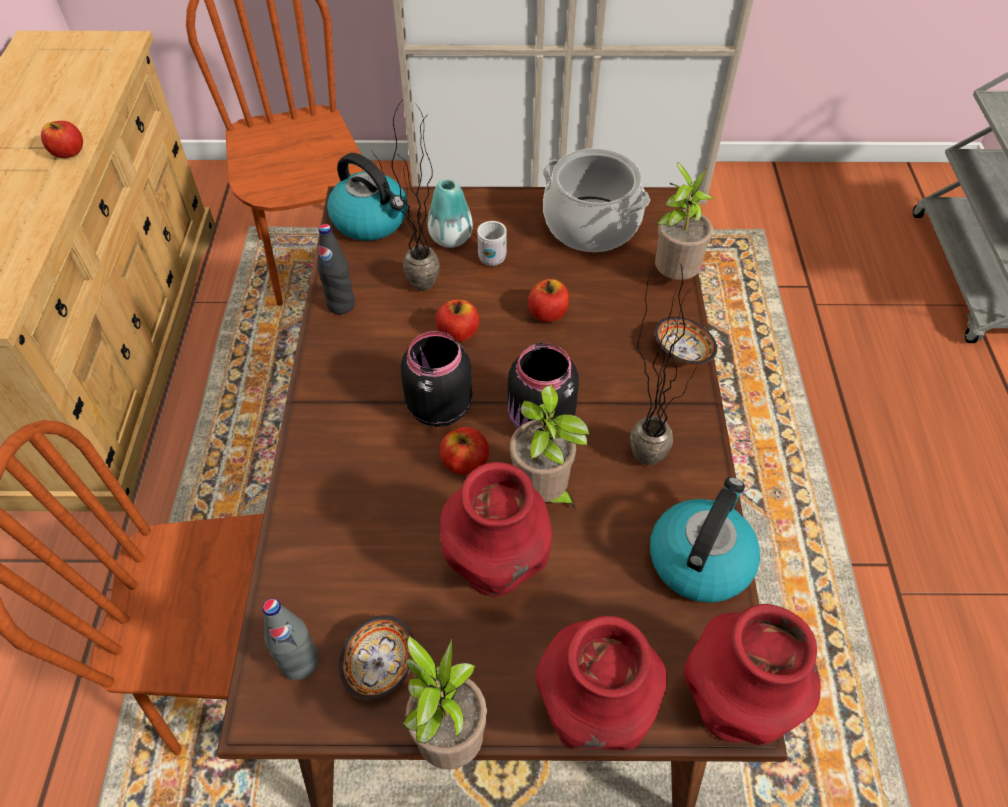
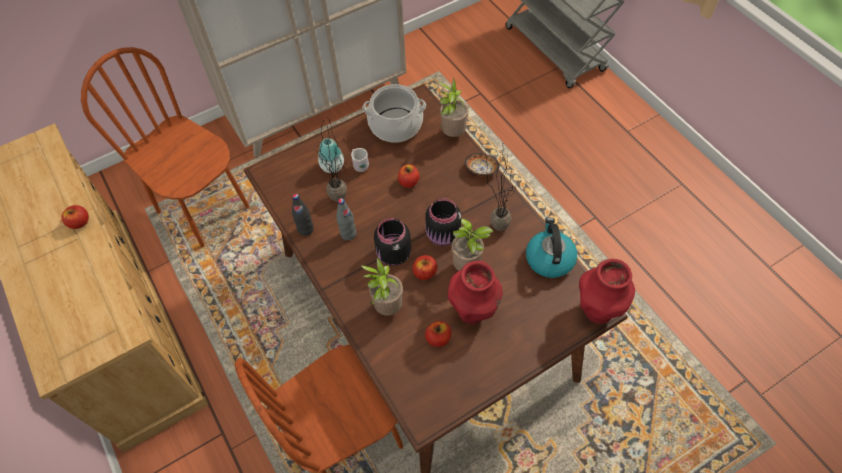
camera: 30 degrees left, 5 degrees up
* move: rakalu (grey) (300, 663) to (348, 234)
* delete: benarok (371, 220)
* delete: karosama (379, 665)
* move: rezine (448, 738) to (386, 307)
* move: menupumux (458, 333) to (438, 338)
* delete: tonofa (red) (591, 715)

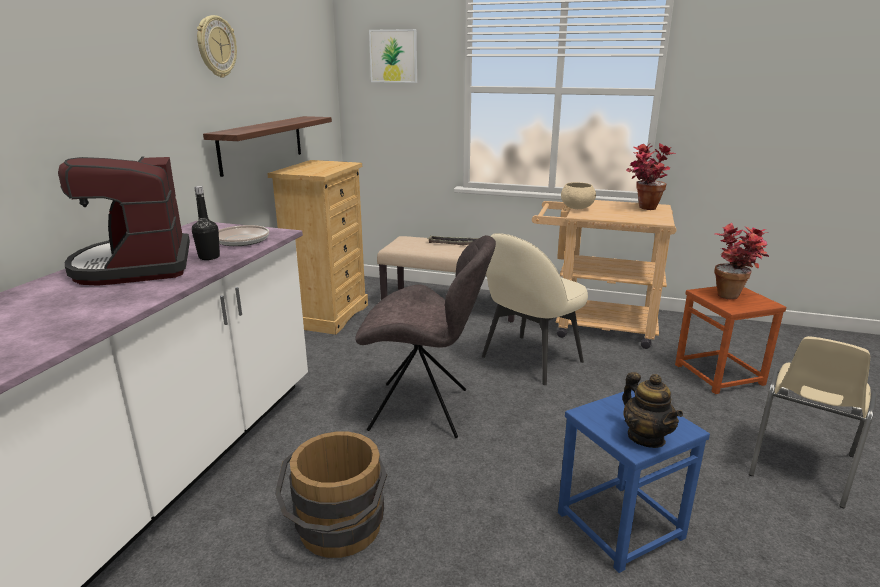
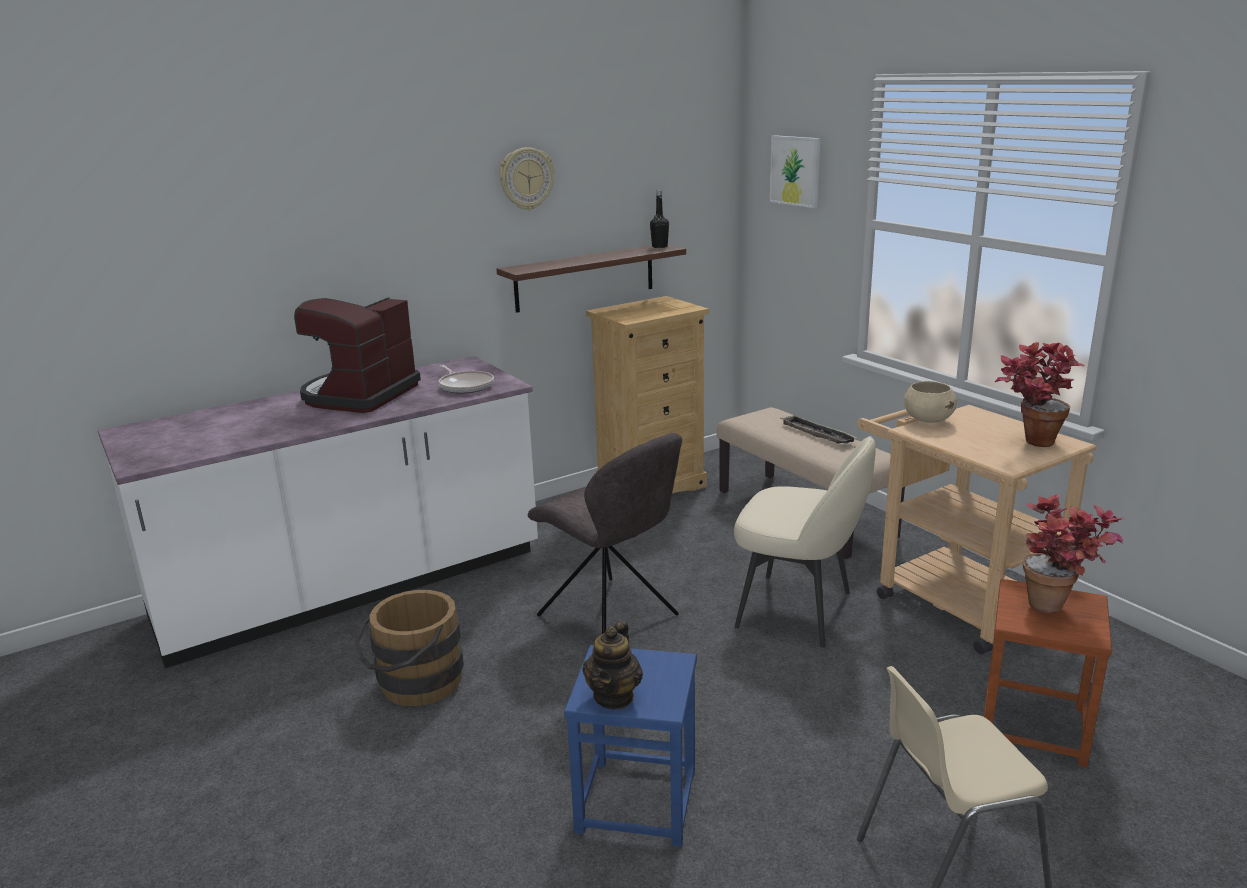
camera: 40 degrees right, 0 degrees up
* move: rakalu (black) (209, 257) to (659, 246)
* rotate: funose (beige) (530, 360) = (798, 610) 150 degrees counterclockwise

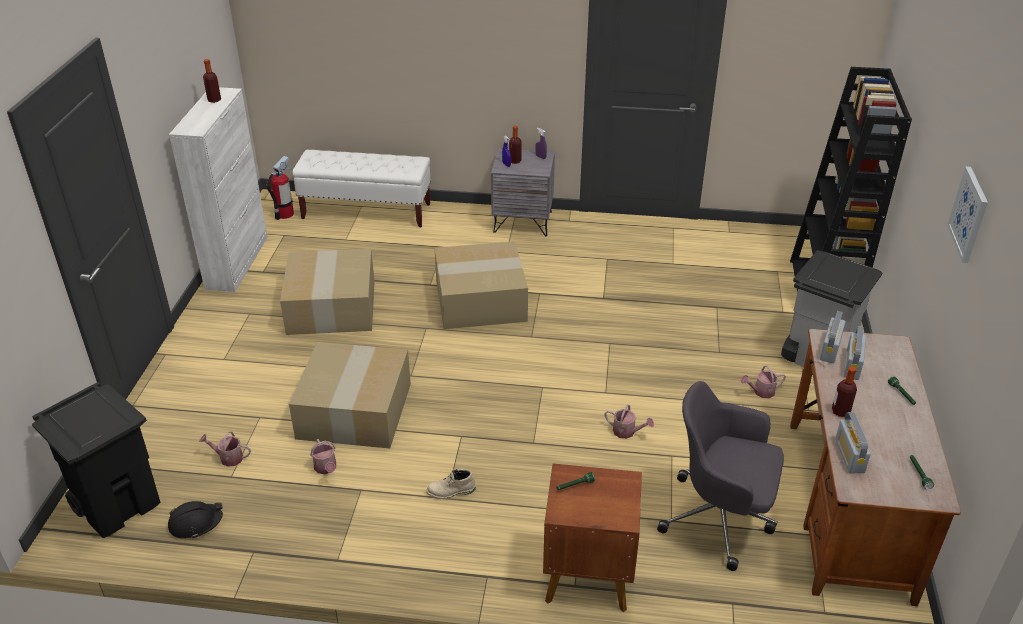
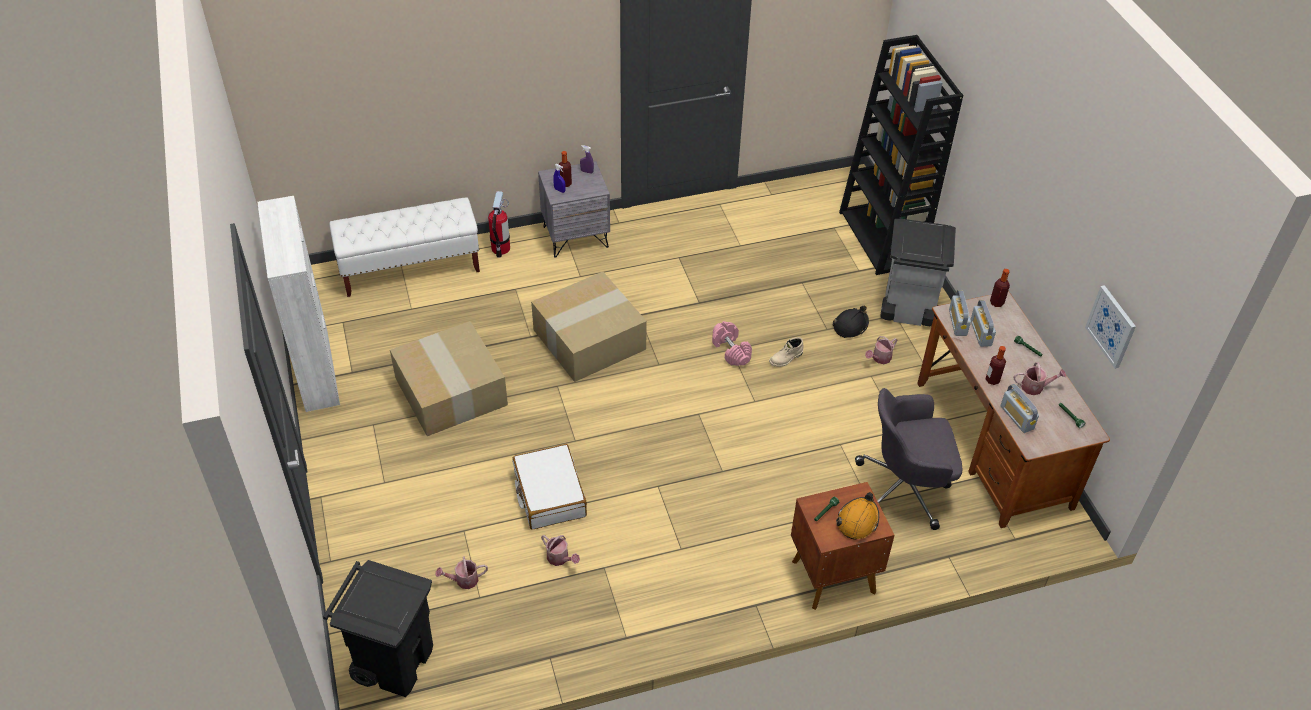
camera: 25 degrees left, 10 degrees up
* move: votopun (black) (196, 523) to (850, 326)
* move: rakalu (214, 100) to (996, 303)
* move: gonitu (285, 214) to (501, 248)
* replace: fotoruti (355, 412) to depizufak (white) (549, 494)
* move: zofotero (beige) (451, 492) to (786, 358)
* move: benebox (627, 432) to (1035, 387)
* move: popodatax (969, 214) to (1111, 326)
* insert: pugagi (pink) (730, 350)
* insert: votopun (orange) (857, 521)

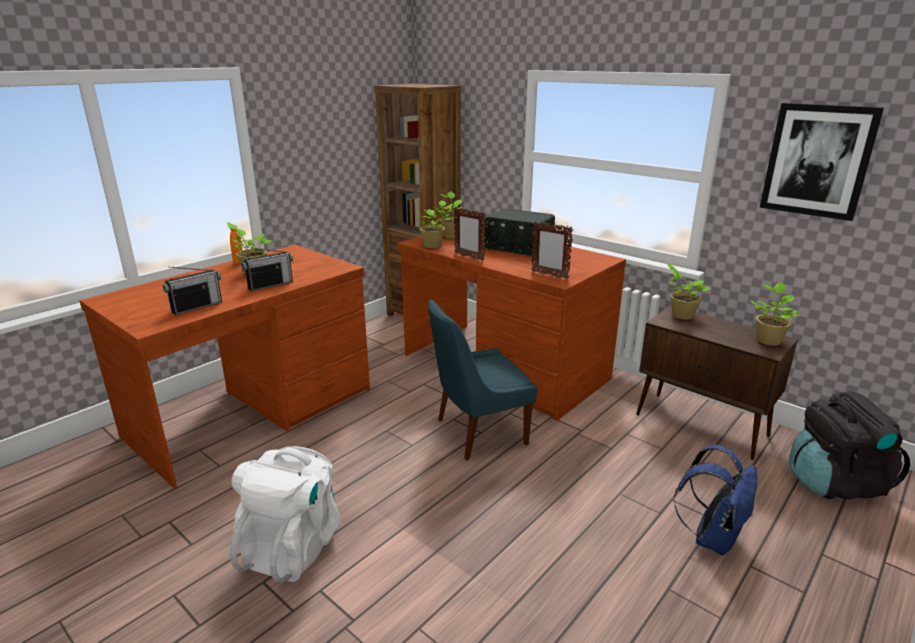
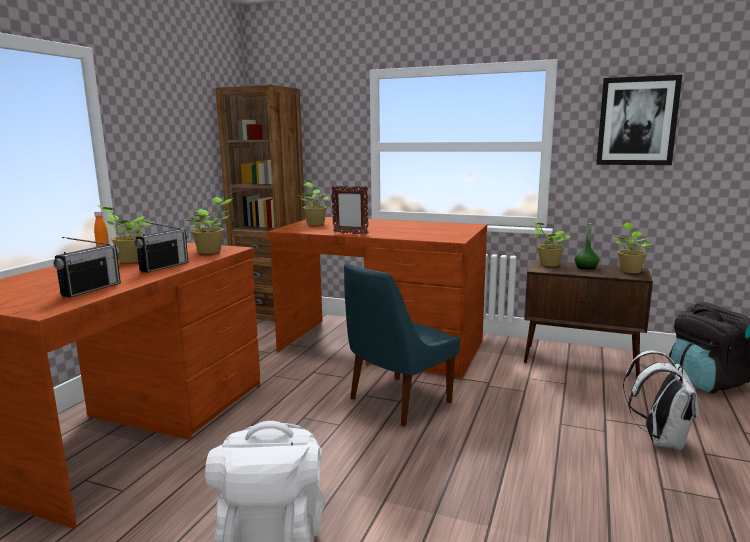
camera: 20 degrees left, 10 degrees down
* move: rezine (434, 245) to (211, 251)
* delete: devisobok (518, 248)
* delete: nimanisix (549, 275)
* recolor: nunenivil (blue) (712, 537) to nunenivil (white) (659, 439)
* insert: rakalu (green) (586, 267)

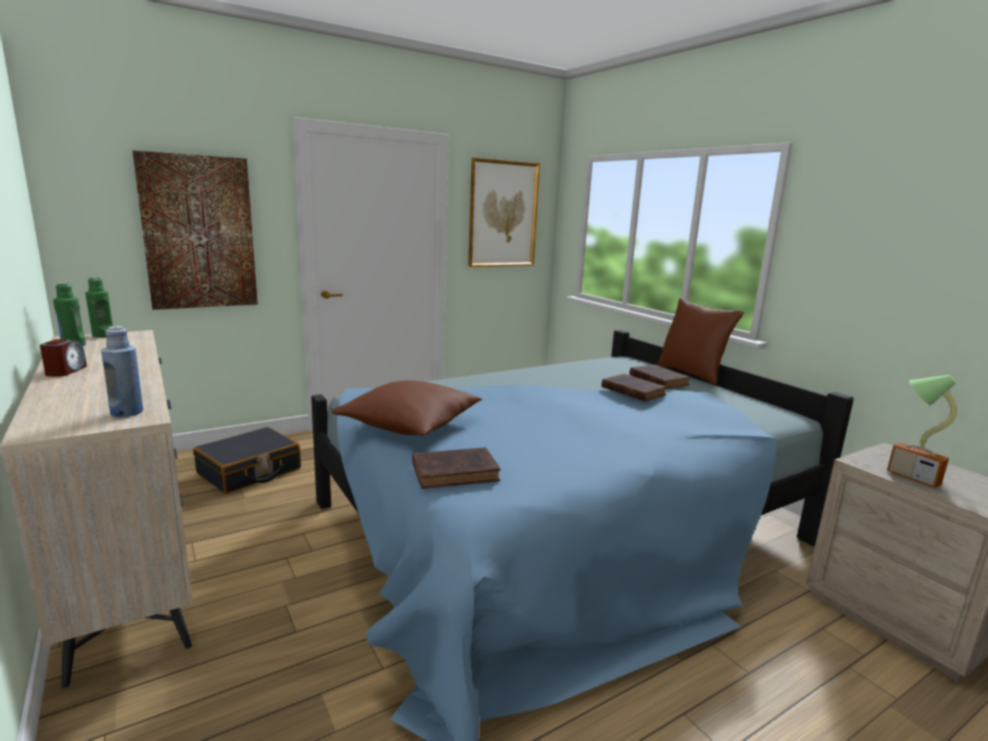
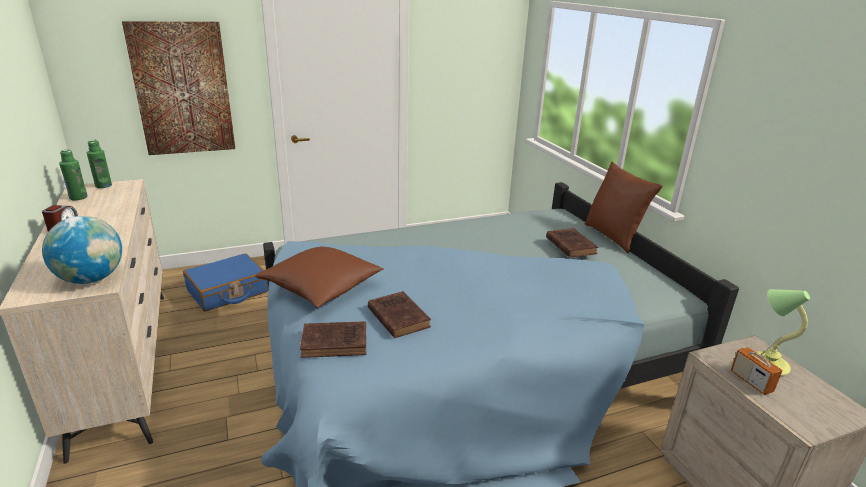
camera: 10 degrees right, 10 degrees up
* replace: rakalu (blue) (127, 412) to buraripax (91, 279)
* recolor: depizufak (black) (249, 471) to depizufak (blue) (228, 291)
* delete: popodatax (503, 214)
* move: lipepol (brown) (631, 391) to (397, 317)

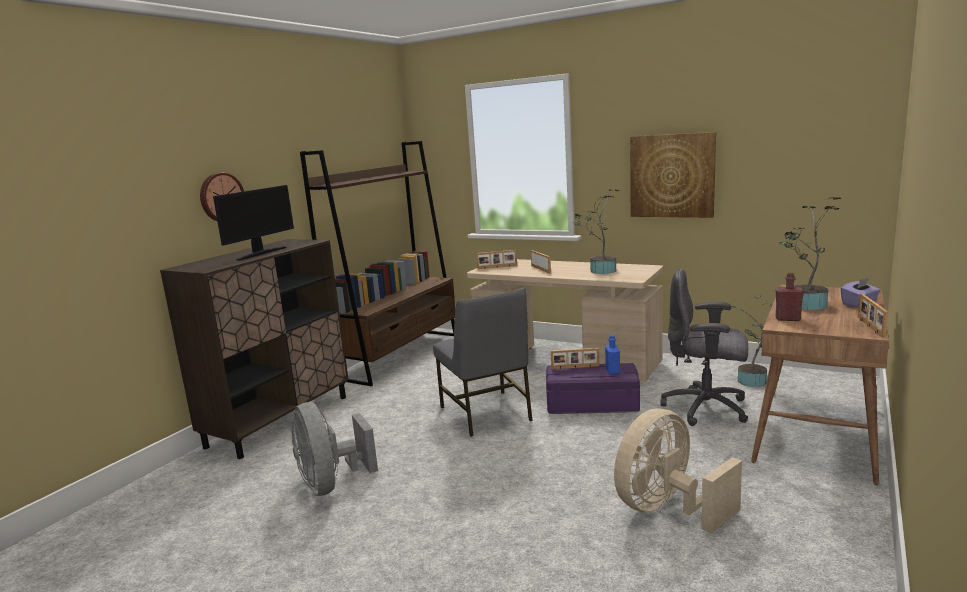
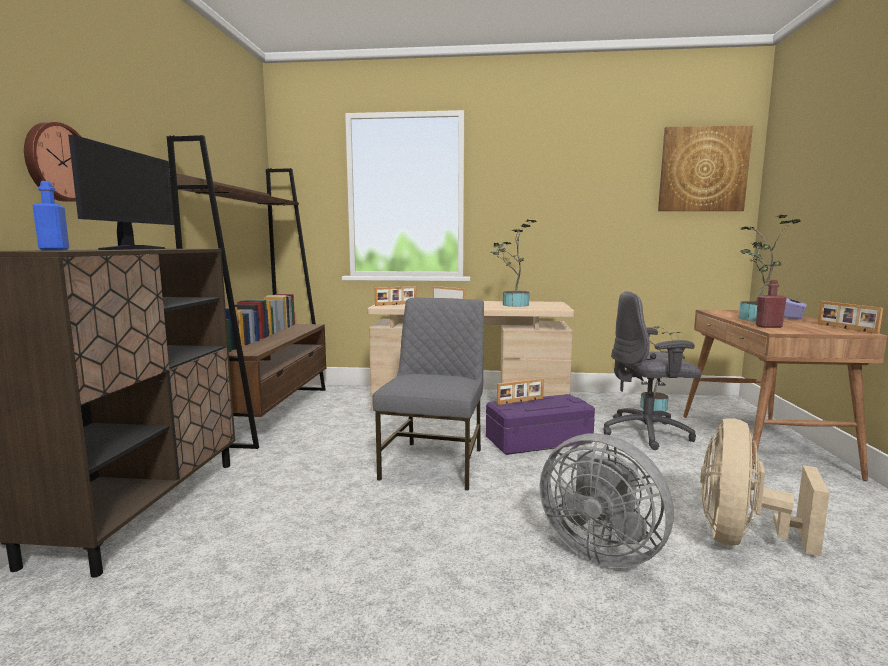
camera: 25 degrees left, 5 degrees down
* move: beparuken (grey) (331, 484) to (601, 550)
* rotate: funose (grey) (487, 414) = (435, 463) 120 degrees counterclockwise
* move: rakalu (blue) (612, 371) to (54, 250)
* move: popodatax (672, 176) to (703, 169)

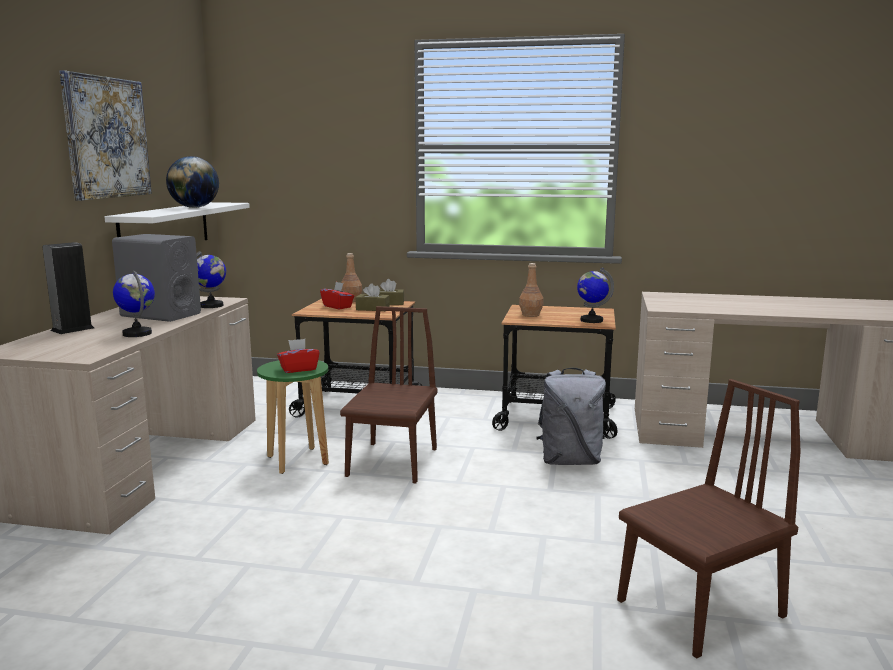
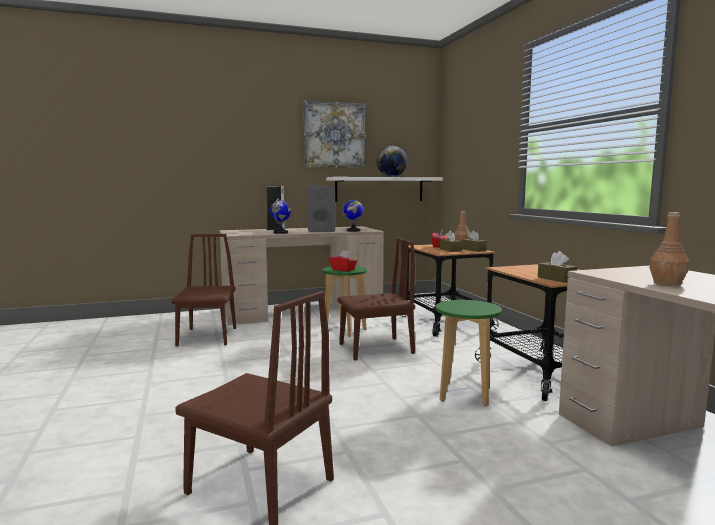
camera: 60 degrees right, 5 degrees down
* move: rakalu (brown) (530, 315) to (666, 283)
* replace: nunenivil (grey) (570, 461) to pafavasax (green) (465, 394)
* replace: buraripax (591, 320) to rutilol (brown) (556, 279)
* insert: funose (brown) (207, 336)

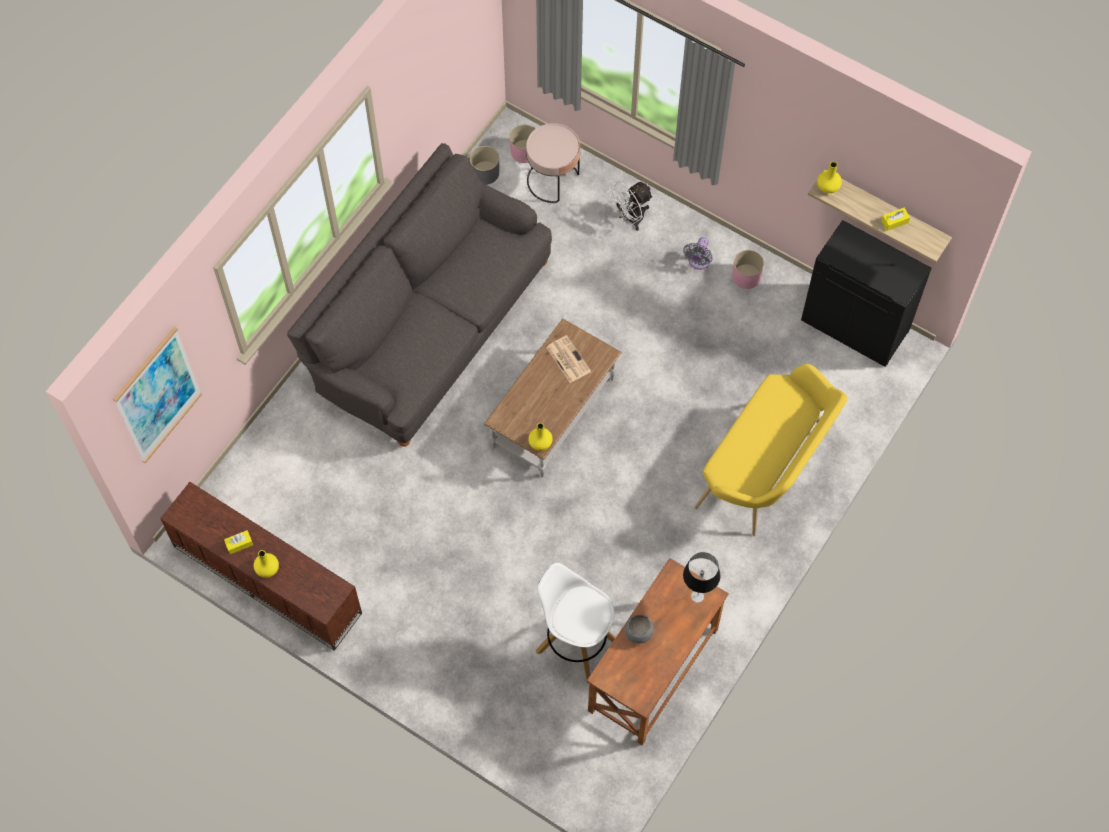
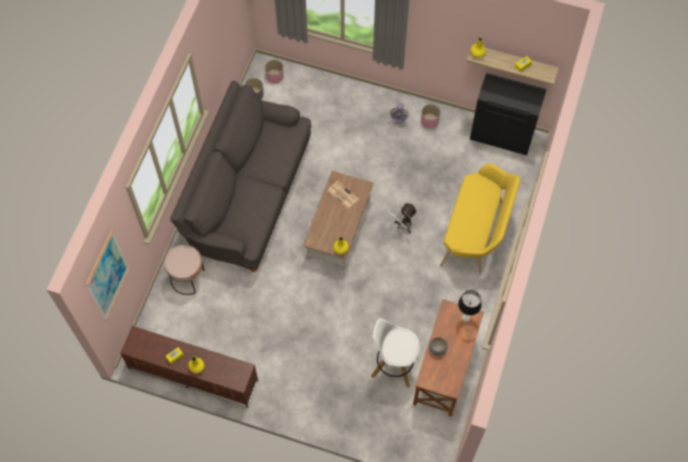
camera: 15 degrees left, 0 degrees up
* move: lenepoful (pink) (553, 180) to (188, 278)
* move: beparuken (white) (630, 218) to (403, 226)

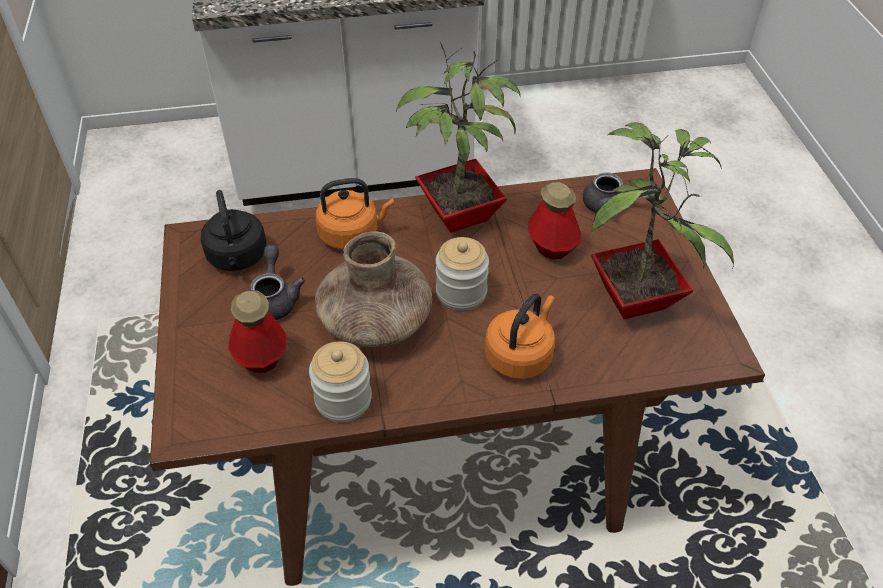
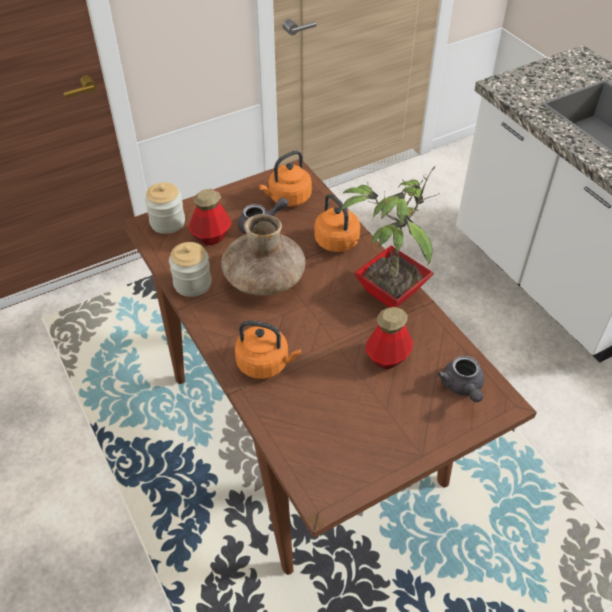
camera: 70 degrees right, 0 degrees up
* recolor: benarok (black) (237, 258) to benarok (orange) (288, 198)
* move: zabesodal (461, 292) to (167, 222)
* delete: rezine (638, 299)

